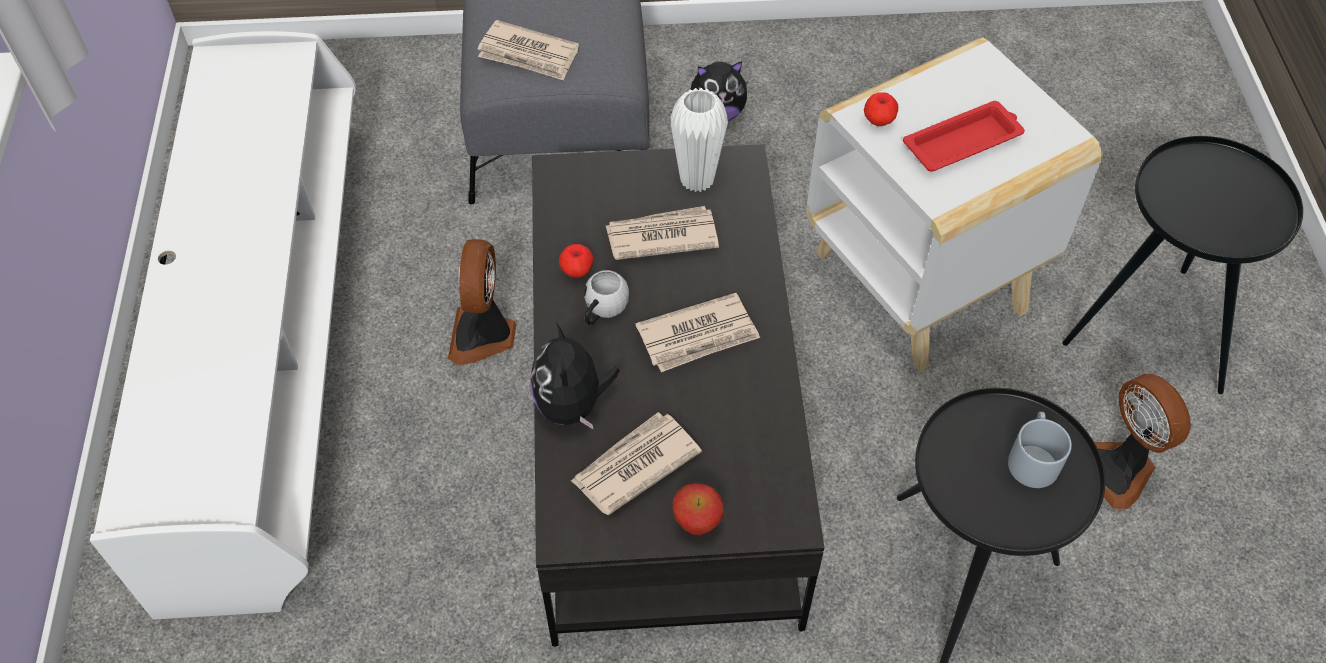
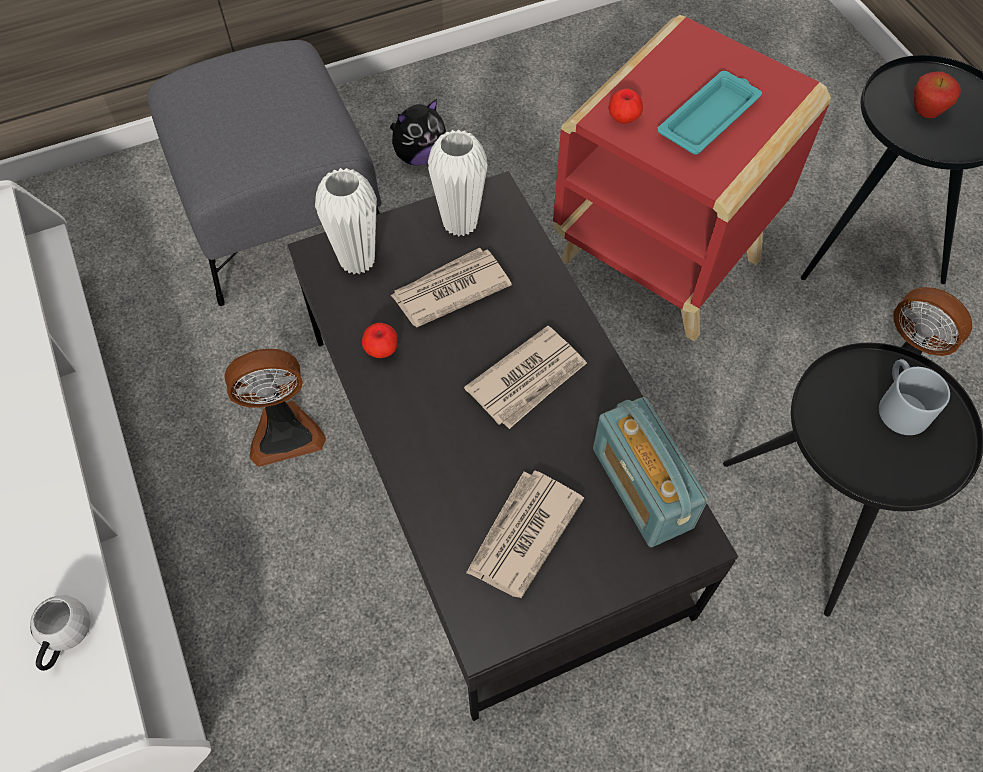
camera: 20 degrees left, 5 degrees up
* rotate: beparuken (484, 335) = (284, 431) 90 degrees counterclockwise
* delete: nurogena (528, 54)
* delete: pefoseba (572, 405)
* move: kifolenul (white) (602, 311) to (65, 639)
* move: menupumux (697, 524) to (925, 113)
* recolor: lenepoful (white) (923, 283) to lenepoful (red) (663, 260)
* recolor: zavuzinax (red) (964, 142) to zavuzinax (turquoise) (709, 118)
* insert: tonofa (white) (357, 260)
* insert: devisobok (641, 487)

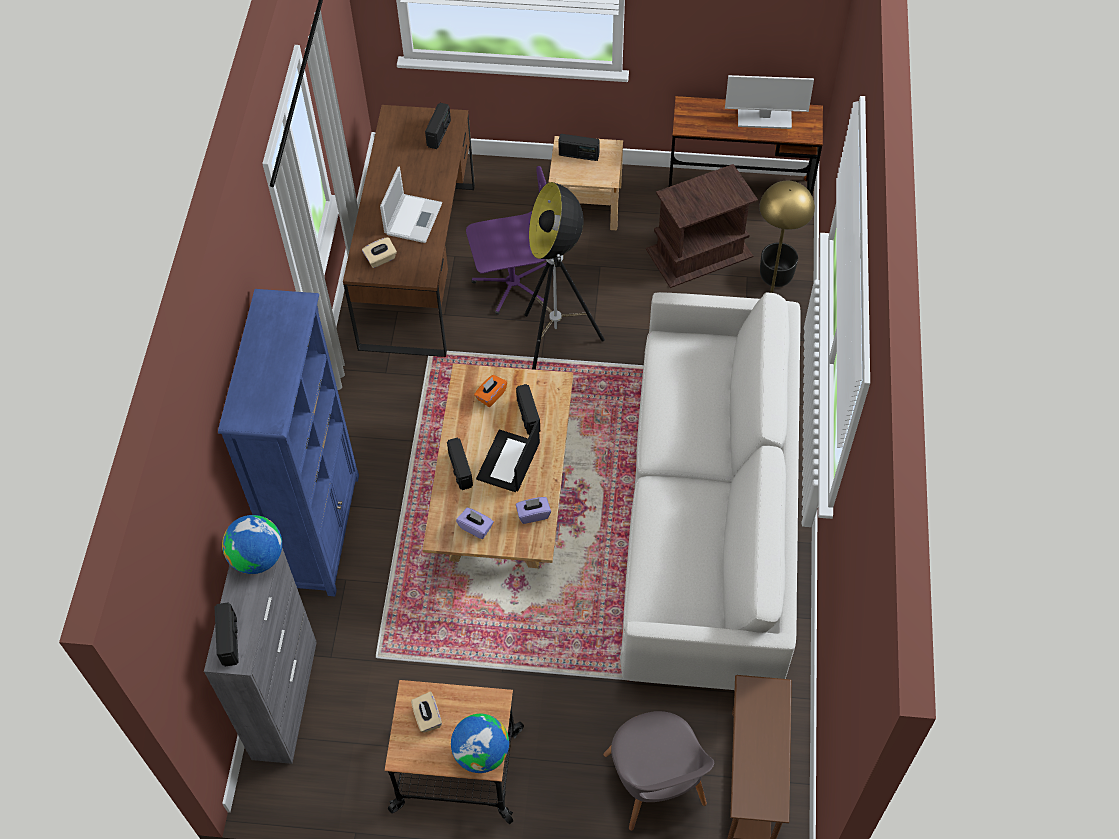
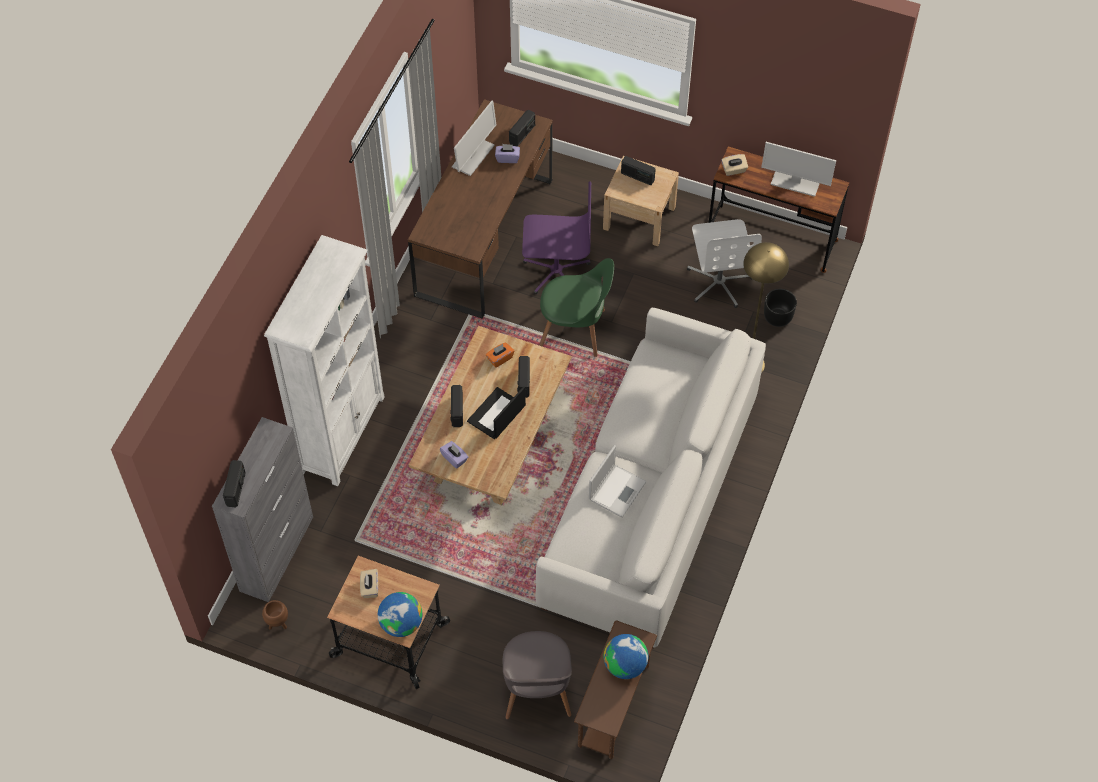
camera: 15 degrees right, 0 degrees up
* recolor: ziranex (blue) (321, 531) to ziranex (white) (342, 433)
* move: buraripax (258, 558) to (625, 665)
* move: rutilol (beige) (381, 259) to (734, 170)
* move: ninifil (413, 217) to (617, 490)
* move: rutilol (purple) (533, 514) to (507, 158)
* replace: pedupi (556, 344) to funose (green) (575, 330)
* replace: lenepoful (brown) (698, 253) to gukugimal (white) (719, 282)
* insert: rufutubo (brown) (278, 624)
* insert: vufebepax (473, 157)

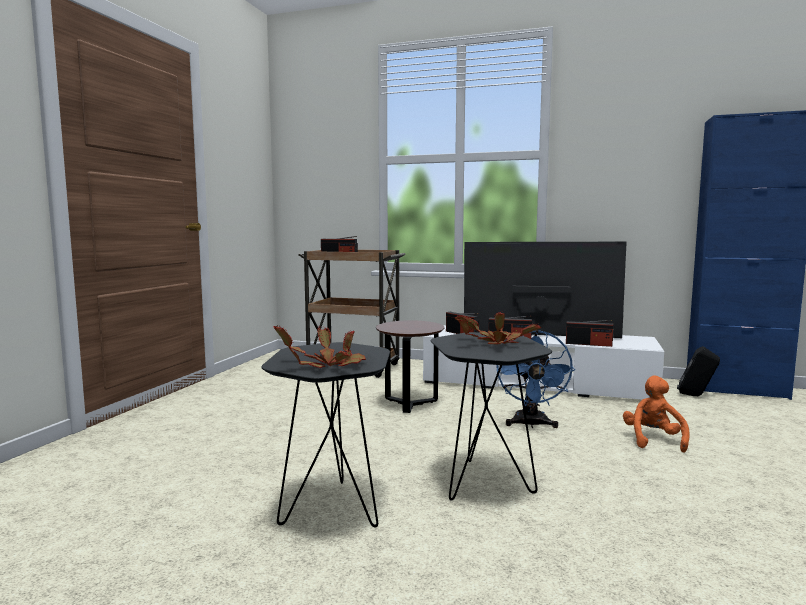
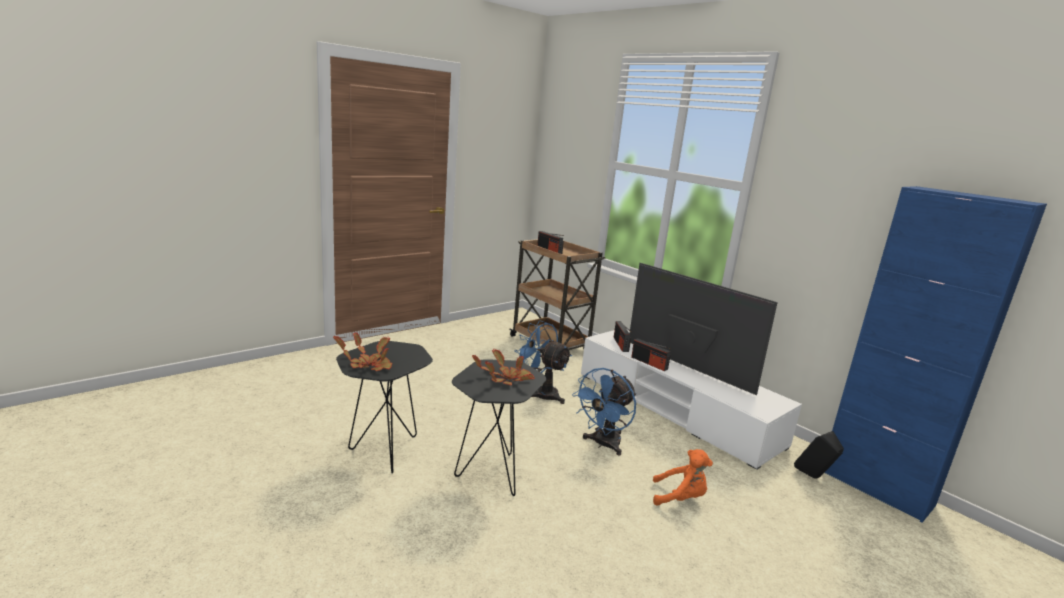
camera: 30 degrees right, 10 degrees up
* replace: lenepoful (brown) (409, 404) to beparuken (blue) (540, 393)
* delete: devisobok (588, 344)
* rotate: pefoseba (orange) (653, 440) = (680, 498) 60 degrees clockwise

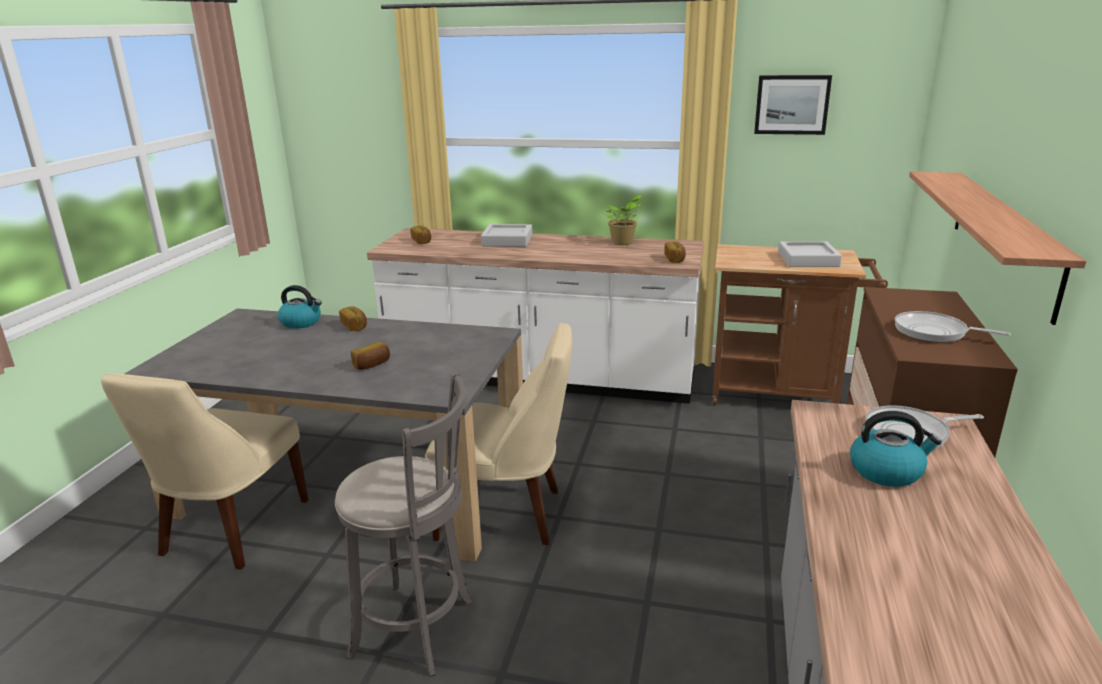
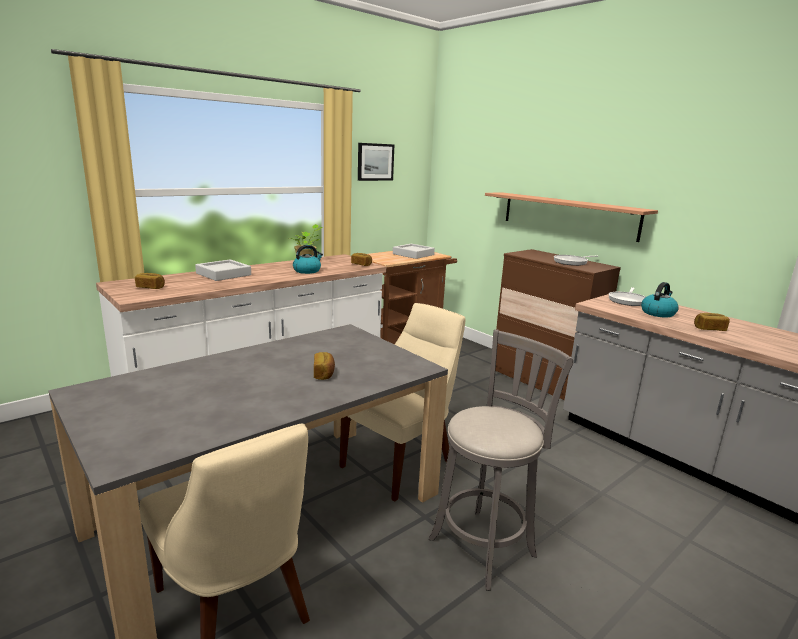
camera: 55 degrees left, 5 degrees down
* move: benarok (301, 322) to (307, 271)
* move: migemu (355, 326) to (709, 329)

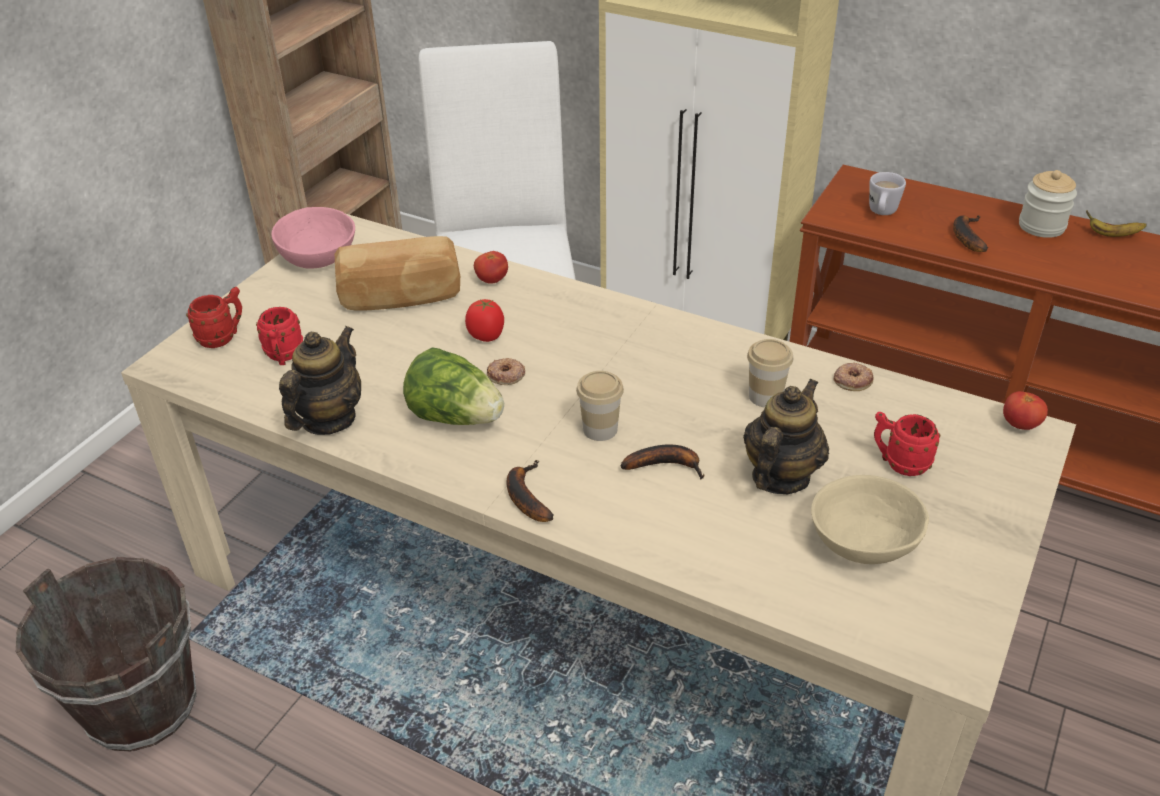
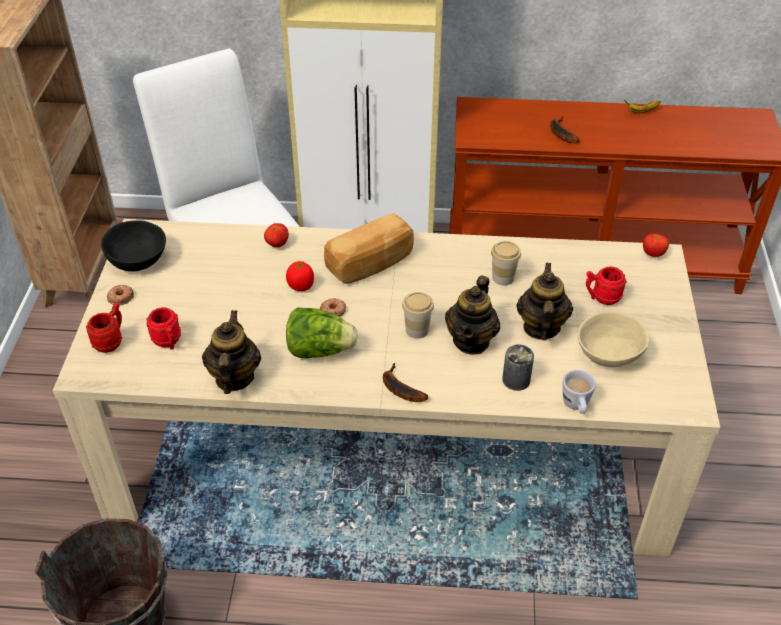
camera: 25 degrees left, 5 degrees up
* recolor: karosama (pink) (317, 257) to karosama (black) (136, 260)
* move: migemu (401, 297) to (371, 264)
* replace: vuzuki (666, 465) to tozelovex (471, 341)
* move: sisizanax (852, 380) to (120, 297)
* move: kifolenul (white) (881, 213) to (576, 406)
* delete: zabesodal (1041, 226)
* insert: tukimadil (516, 380)

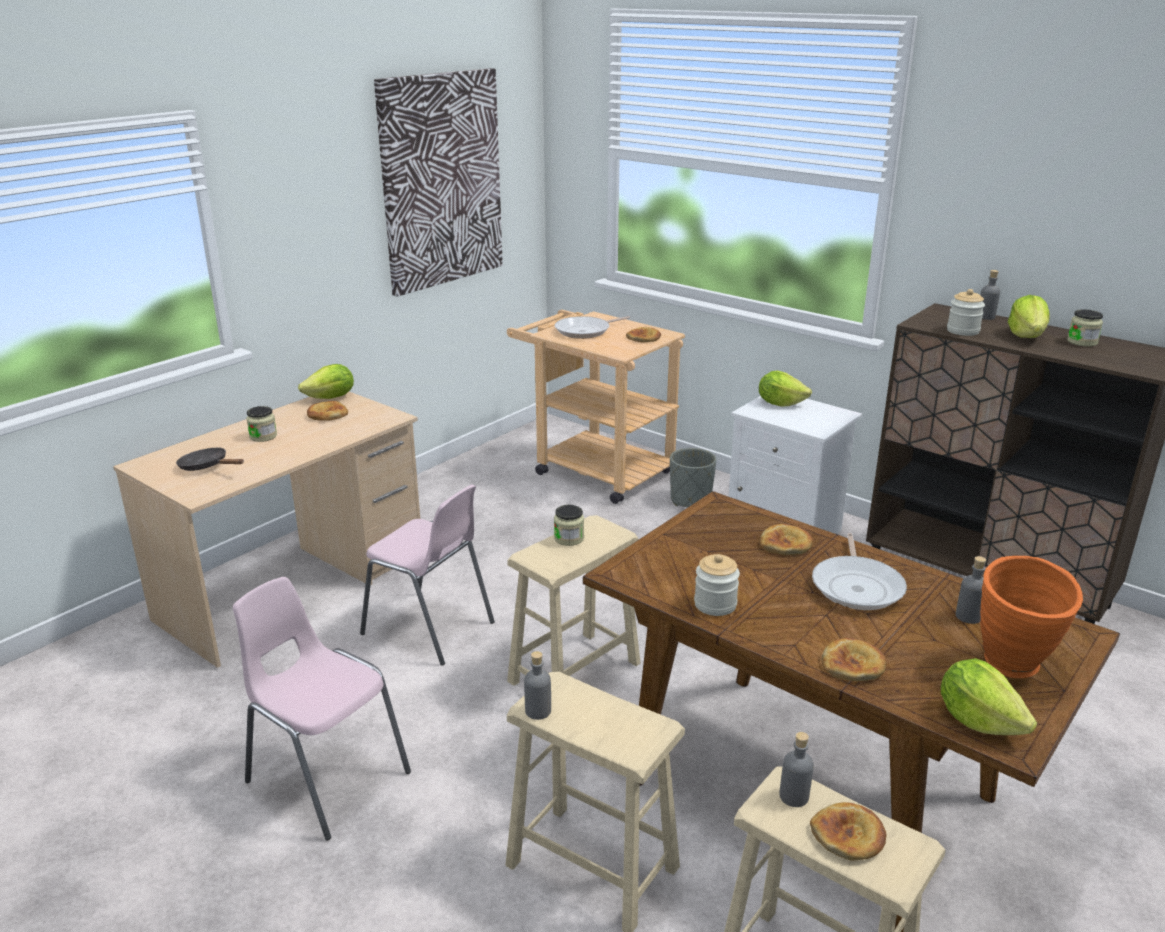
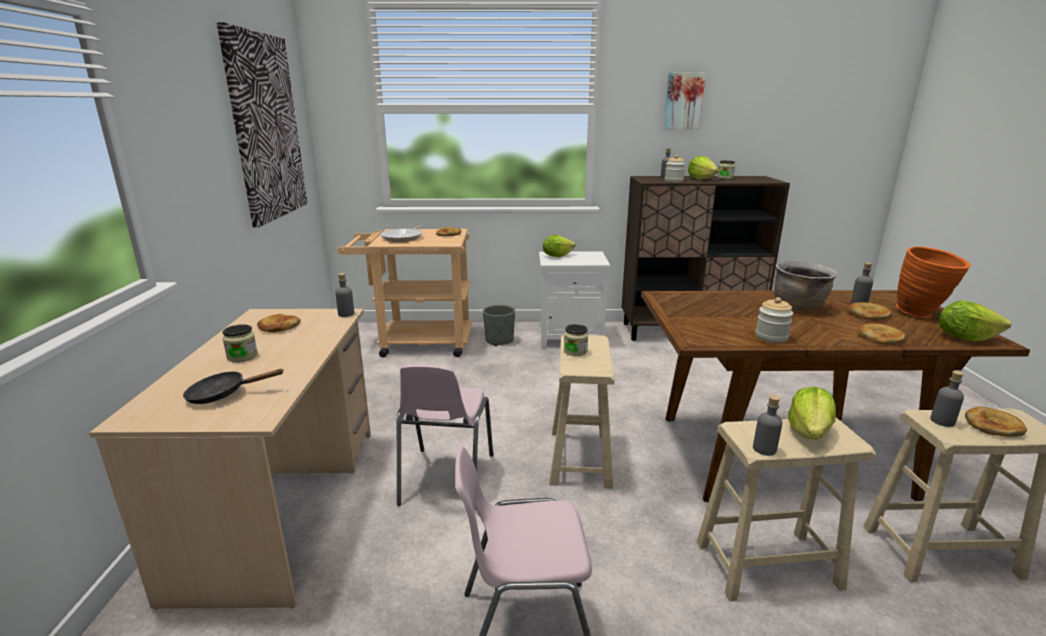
camera: 40 degrees left, 5 degrees down
* move: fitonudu (331, 398) to (809, 432)
* rotate: funose (pink) (429, 628) = (445, 479) 105 degrees clockwise
* move: migemu (785, 544) to (868, 314)
* replace: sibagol (857, 586) to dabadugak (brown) (798, 307)
* insert: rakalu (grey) (346, 314)
* insert: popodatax (683, 101)

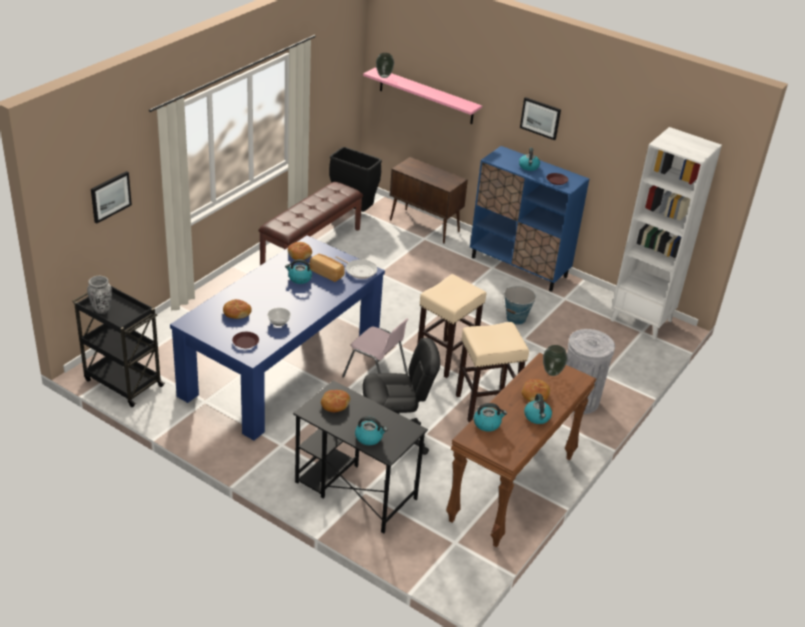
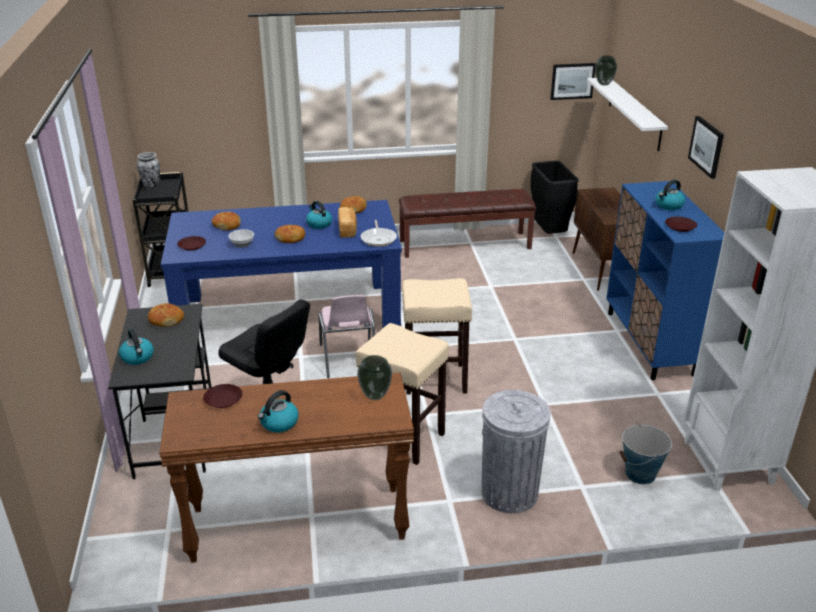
camera: 50 degrees right, 5 degrees down
* move: popodatax (110, 196) to (572, 81)
* recolor: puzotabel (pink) (426, 96) to puzotabel (white) (634, 113)
* replace: benarok (487, 424) to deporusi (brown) (223, 399)
* move: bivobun (516, 318) to (640, 474)
* move: migemu (535, 394) to (290, 238)

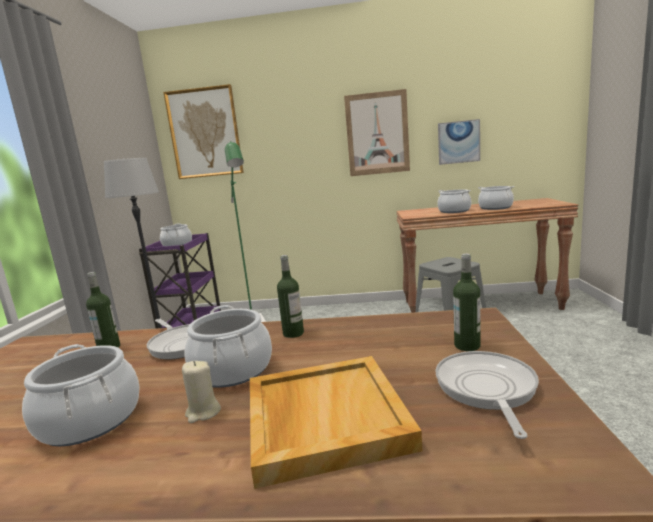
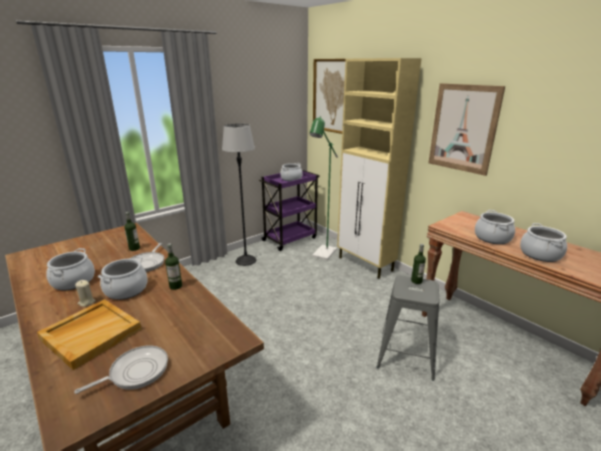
camera: 45 degrees right, 10 degrees up
* delete: popodatax (458, 142)
* move: rakalu (467, 346) to (416, 281)
* insert: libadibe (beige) (366, 264)

